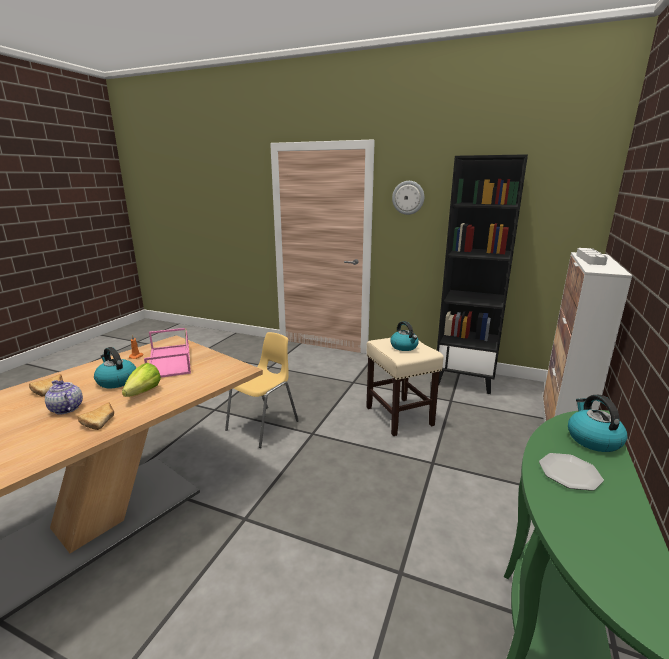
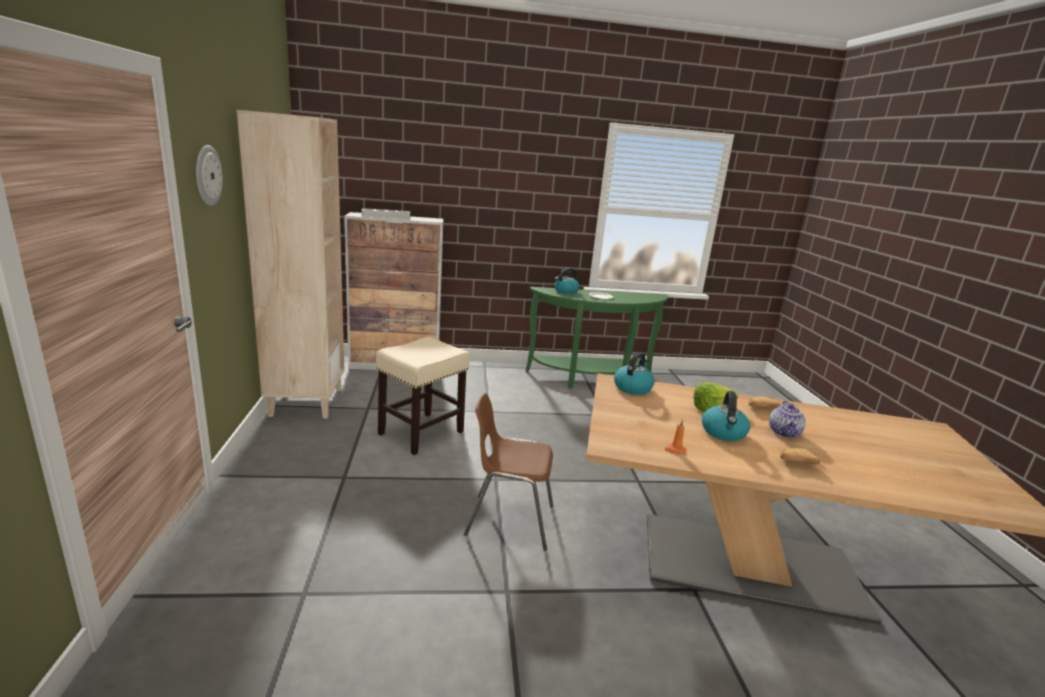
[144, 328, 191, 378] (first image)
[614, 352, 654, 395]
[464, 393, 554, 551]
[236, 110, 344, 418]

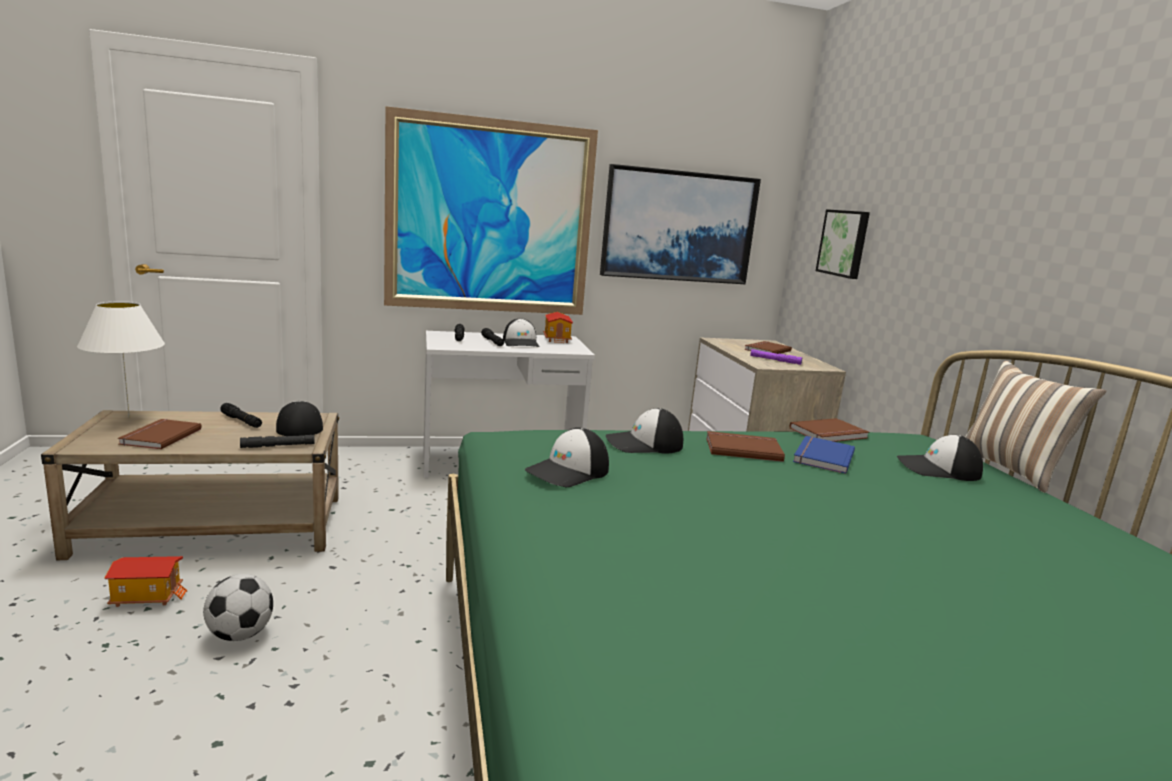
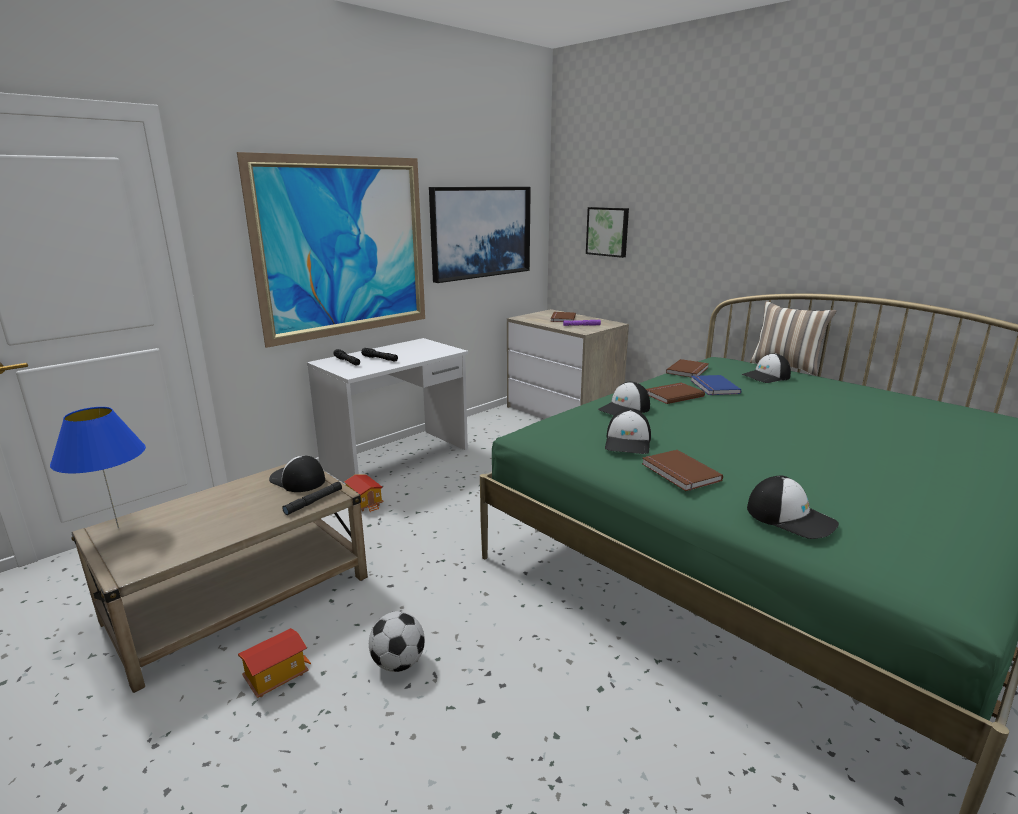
[220, 403, 262, 428] (first image)
[642, 450, 723, 491]
[747, 476, 839, 539]
[344, 475, 384, 512]
[50, 407, 146, 528]

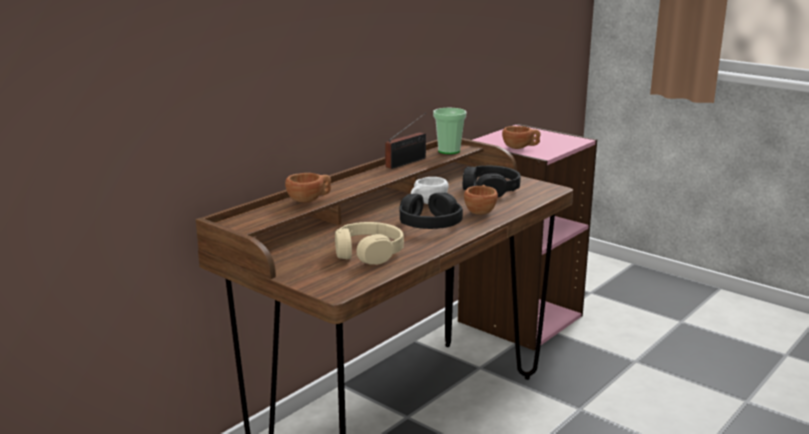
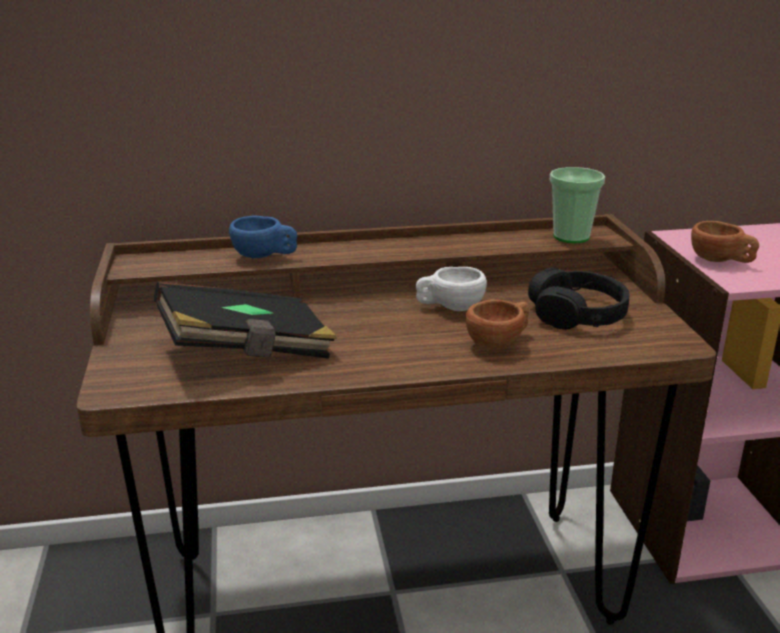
[385, 113, 426, 169] (first image)
[400, 192, 463, 229] (first image)
[154, 281, 337, 359]
[229, 216, 297, 258]

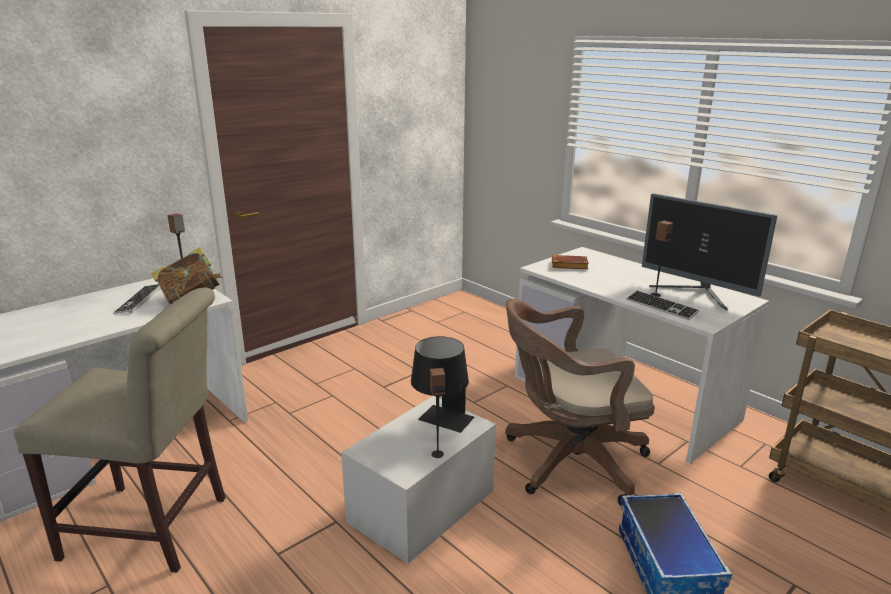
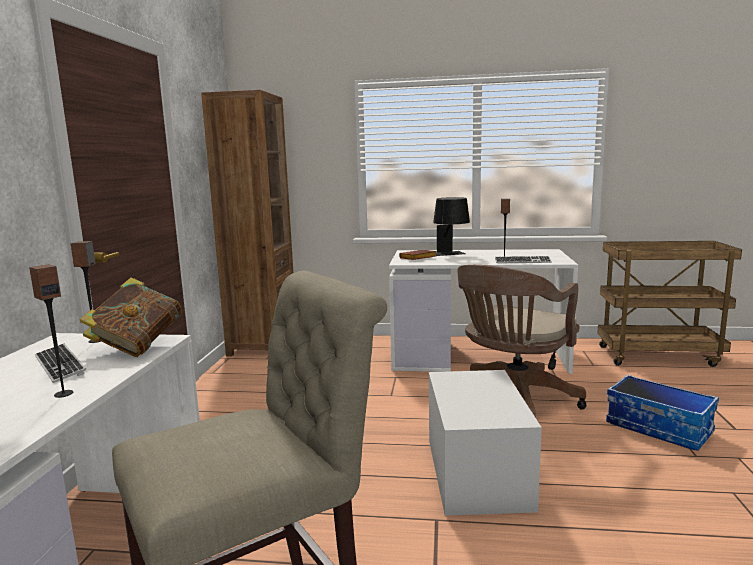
[642, 193, 777, 311] (first image)
[201, 90, 293, 357]
[433, 197, 470, 256]
[29, 264, 73, 398]

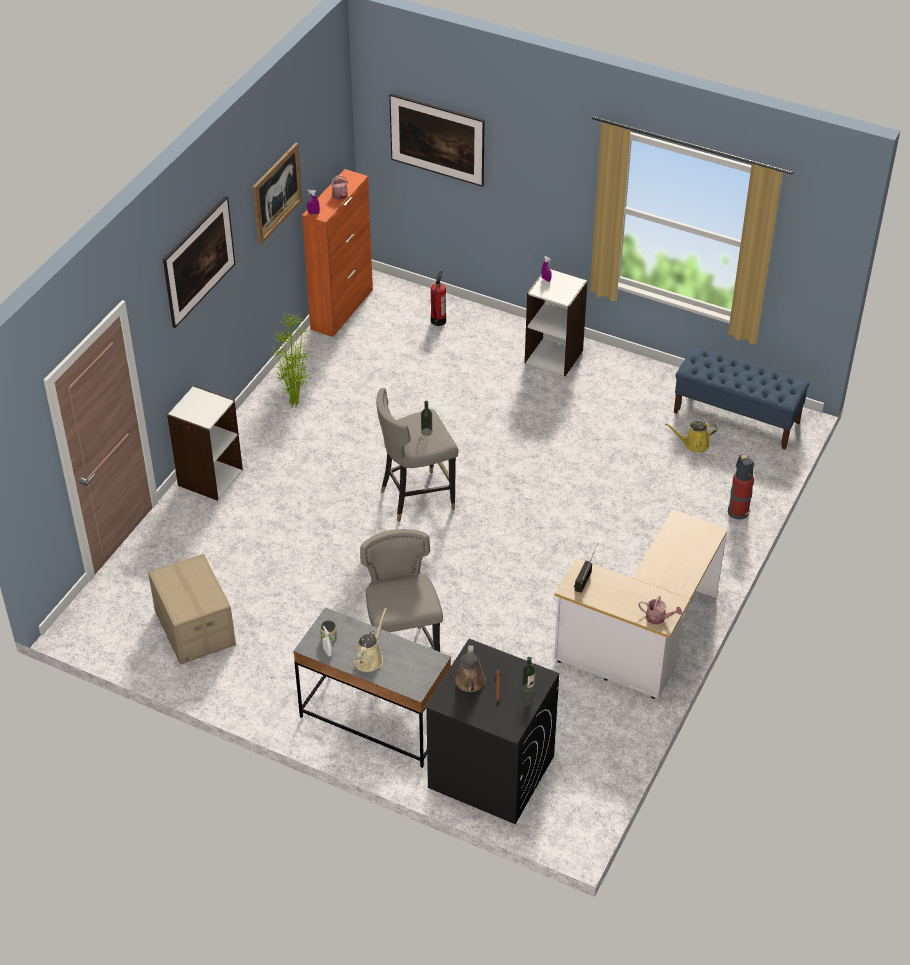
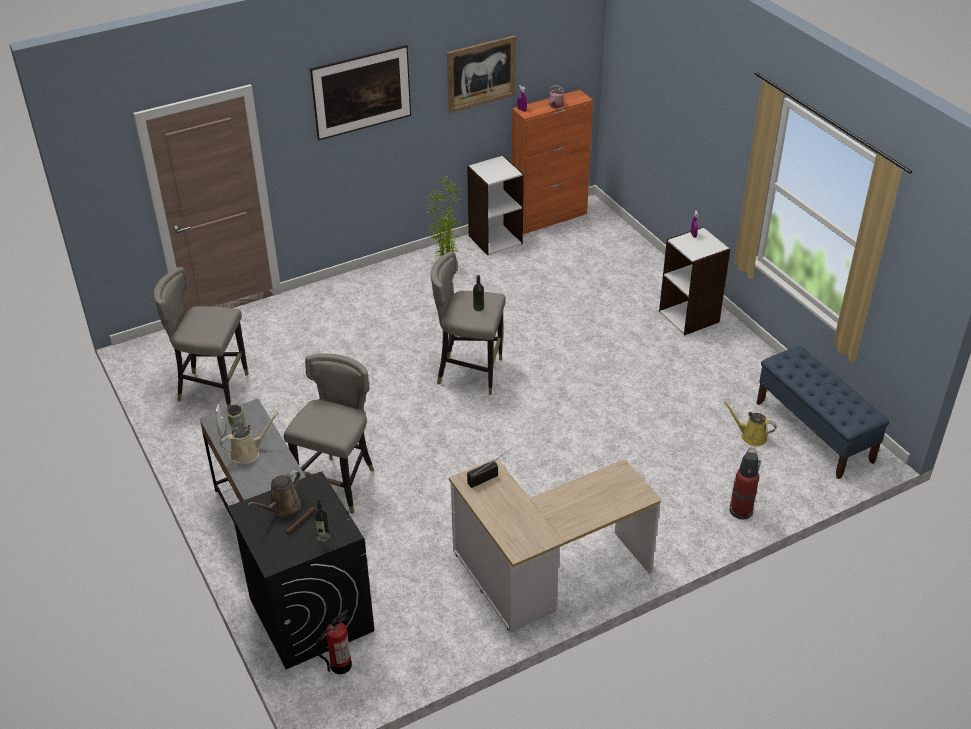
[389, 93, 485, 187] (first image)
[638, 596, 682, 625] (first image)
[467, 155, 524, 255]
[315, 609, 352, 674]
[154, 267, 248, 408]

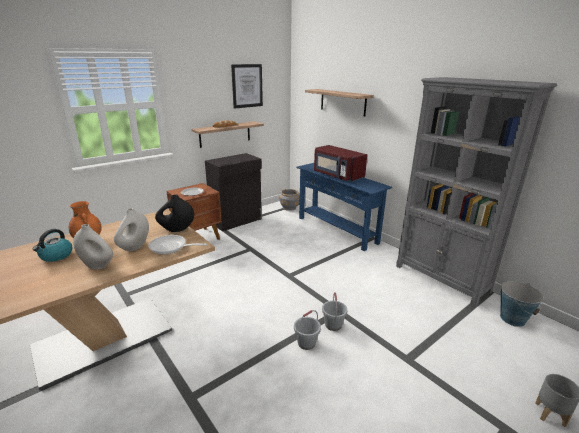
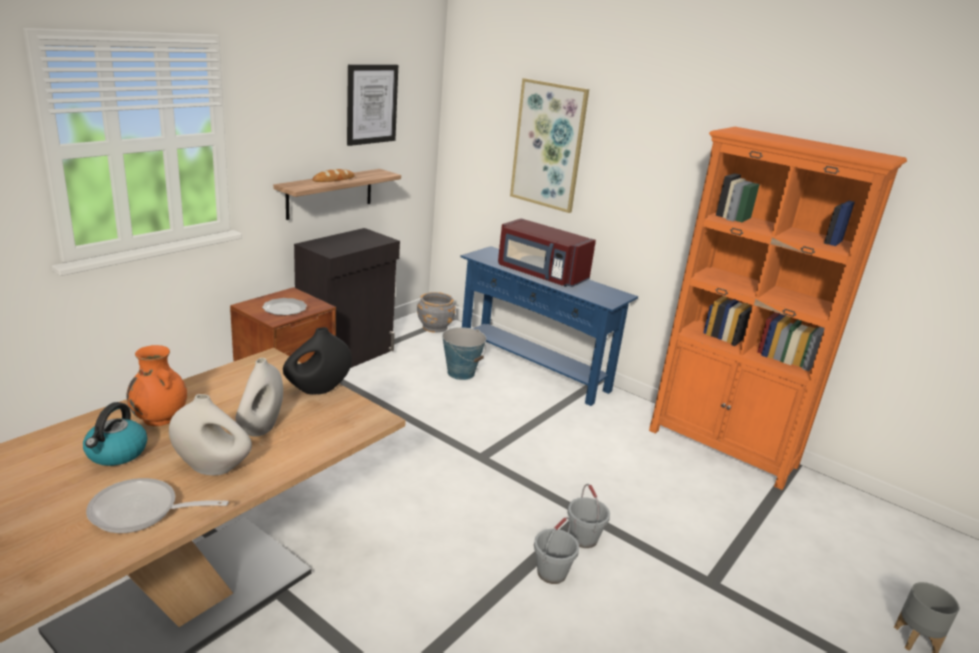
[86, 478, 229, 533]
[442, 327, 486, 380]
[510, 78, 589, 213]
[649, 127, 907, 490]

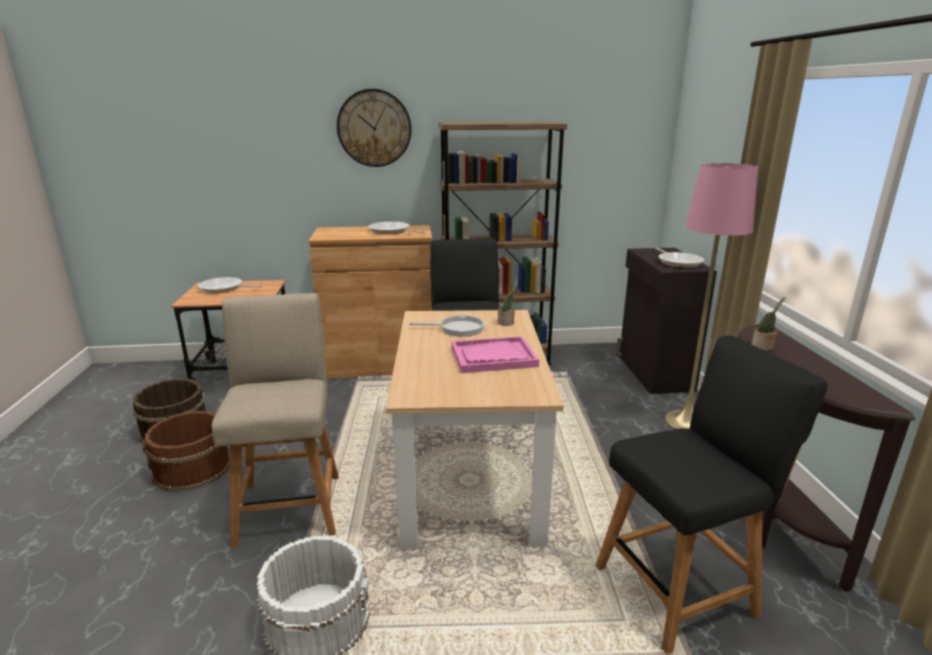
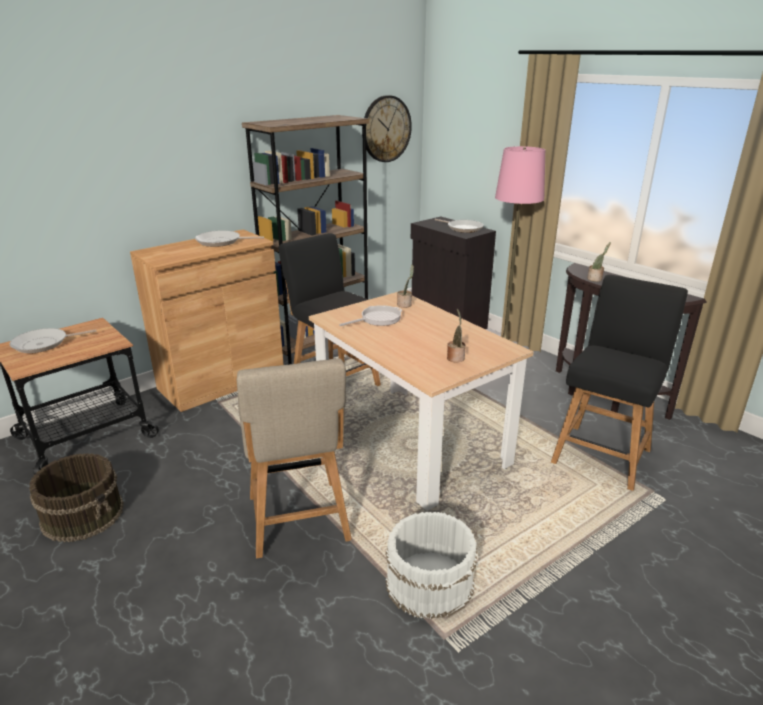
[142, 411, 230, 492] (first image)
[451, 336, 539, 373] (first image)
[447, 309, 466, 362]
[362, 95, 412, 162]
[237, 358, 352, 558]

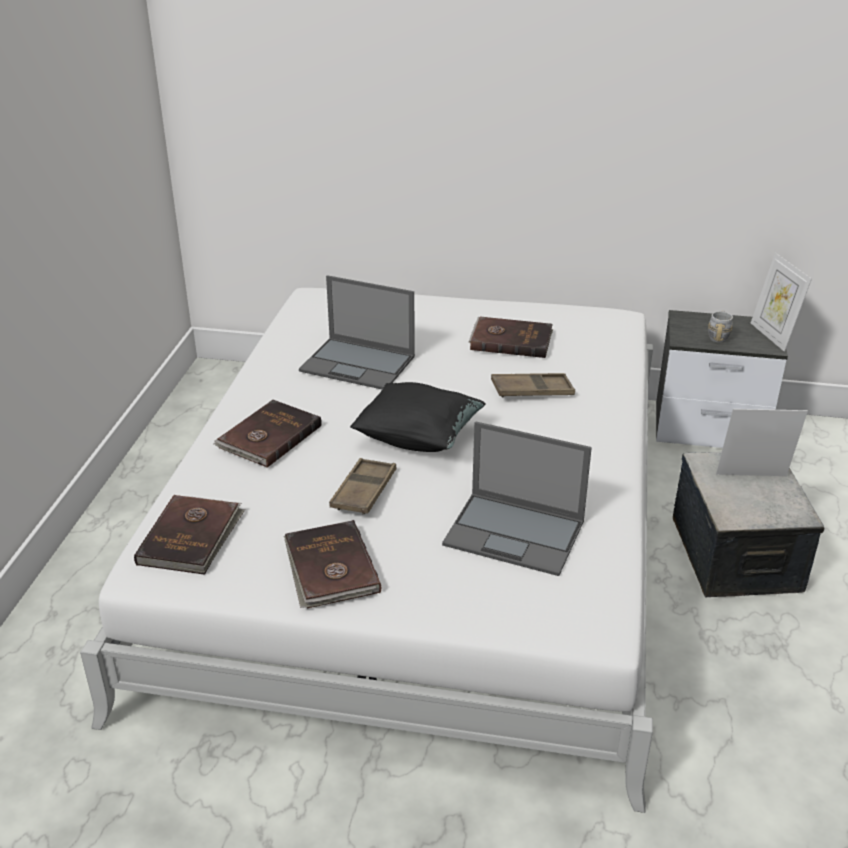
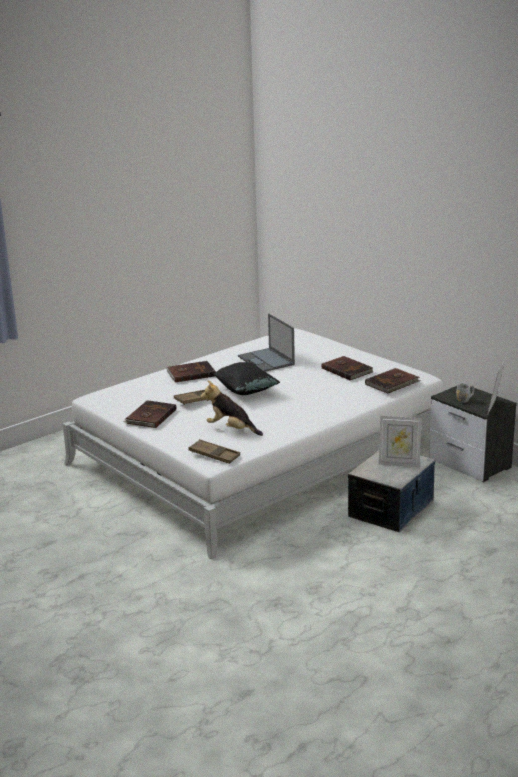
[365, 368, 420, 394]
[189, 439, 240, 464]
[200, 381, 263, 436]
[379, 416, 422, 467]

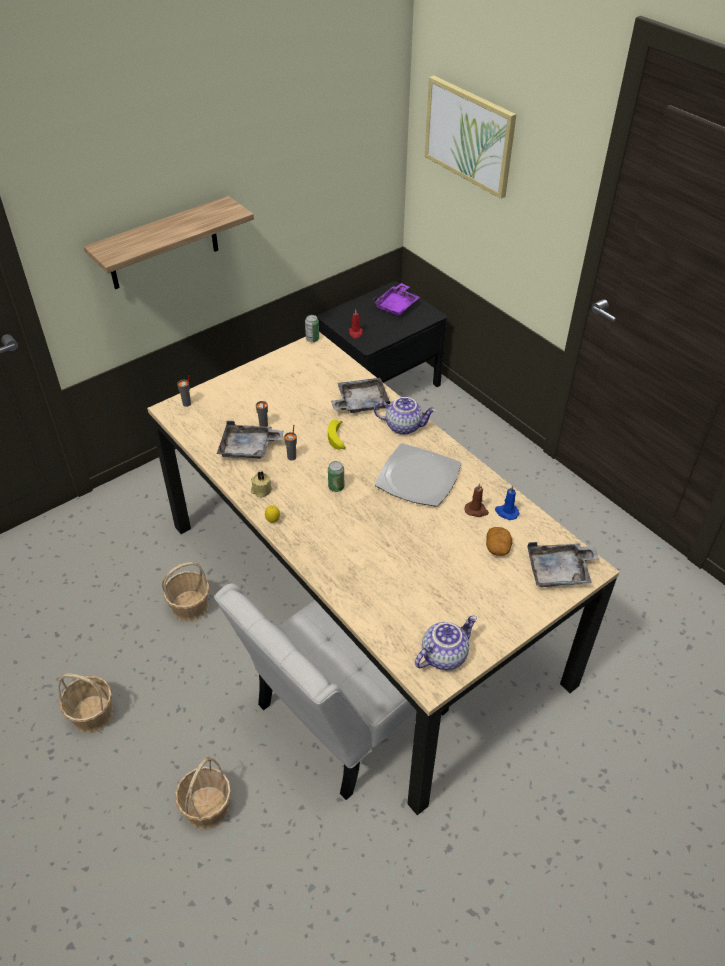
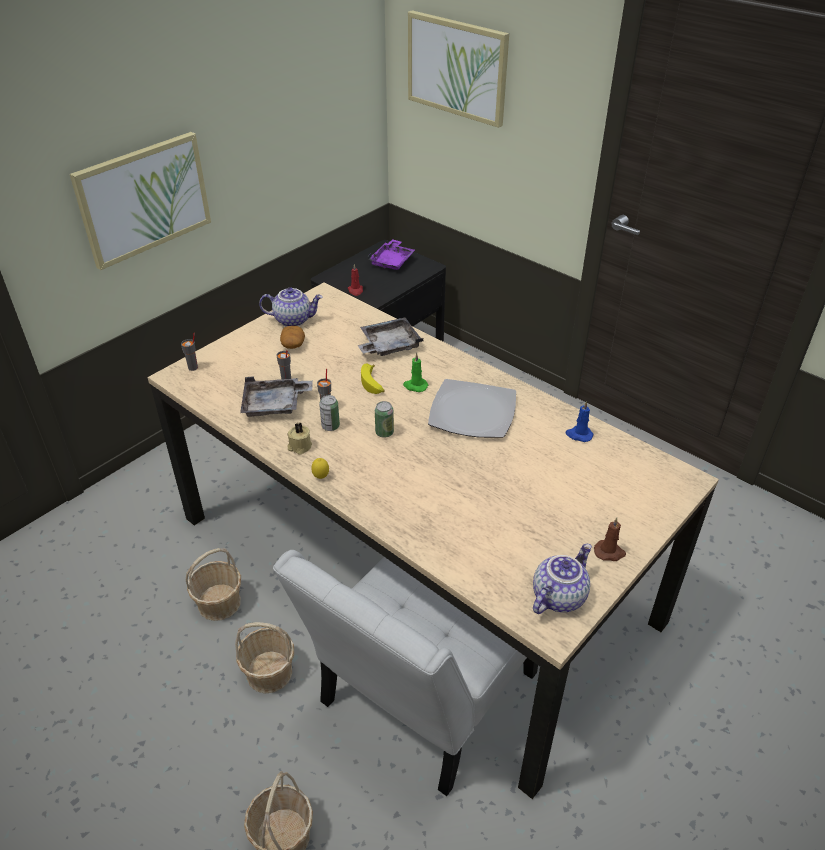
[527, 542, 599, 587] (first image)
[403, 353, 428, 392]
[235, 622, 294, 693]
[319, 395, 340, 431]
[259, 287, 323, 327]
[594, 517, 626, 561]
[280, 326, 305, 349]
[70, 132, 211, 270]

